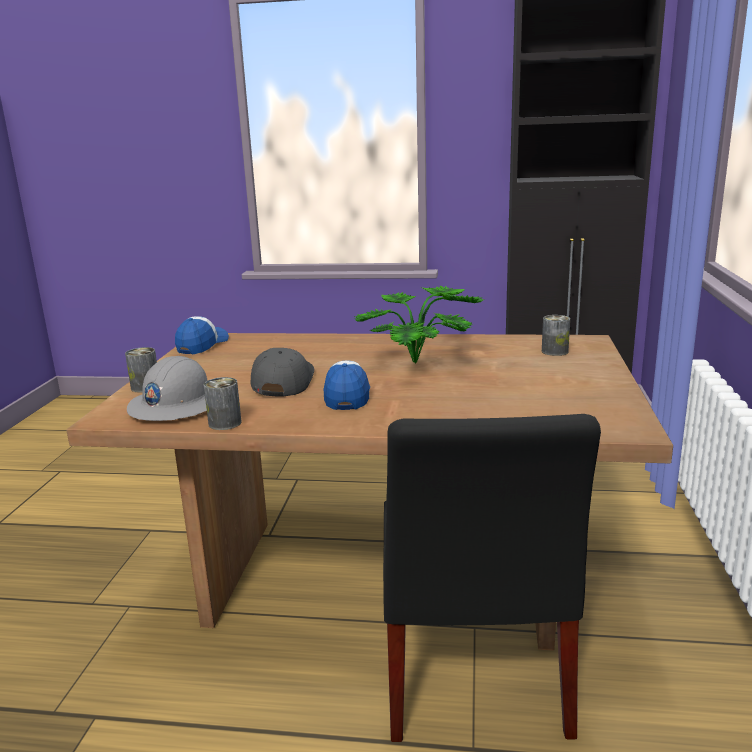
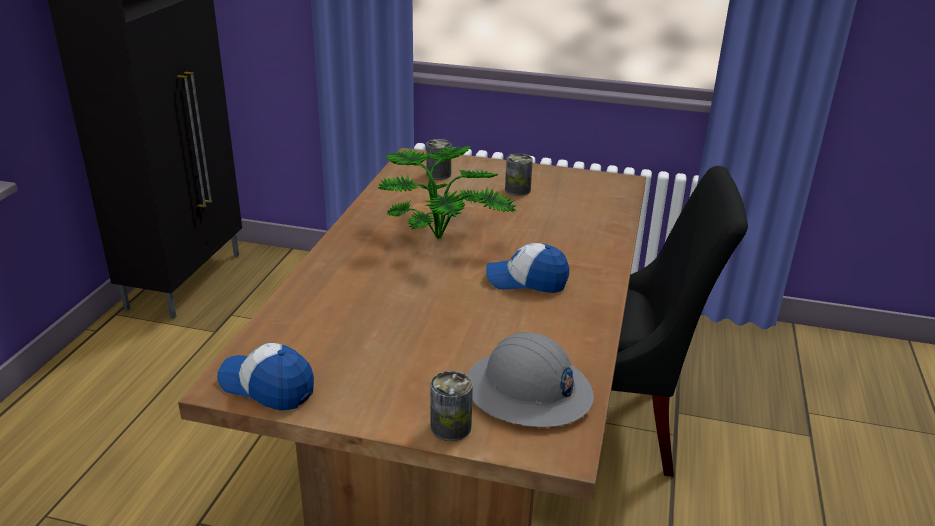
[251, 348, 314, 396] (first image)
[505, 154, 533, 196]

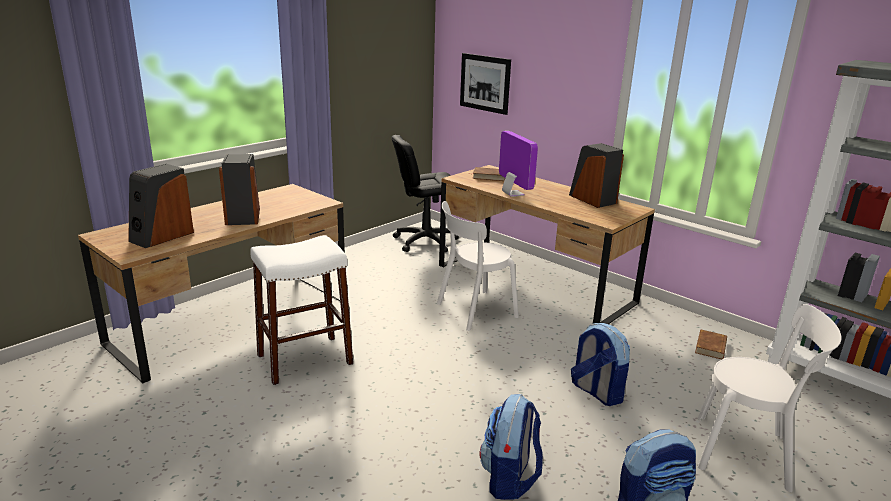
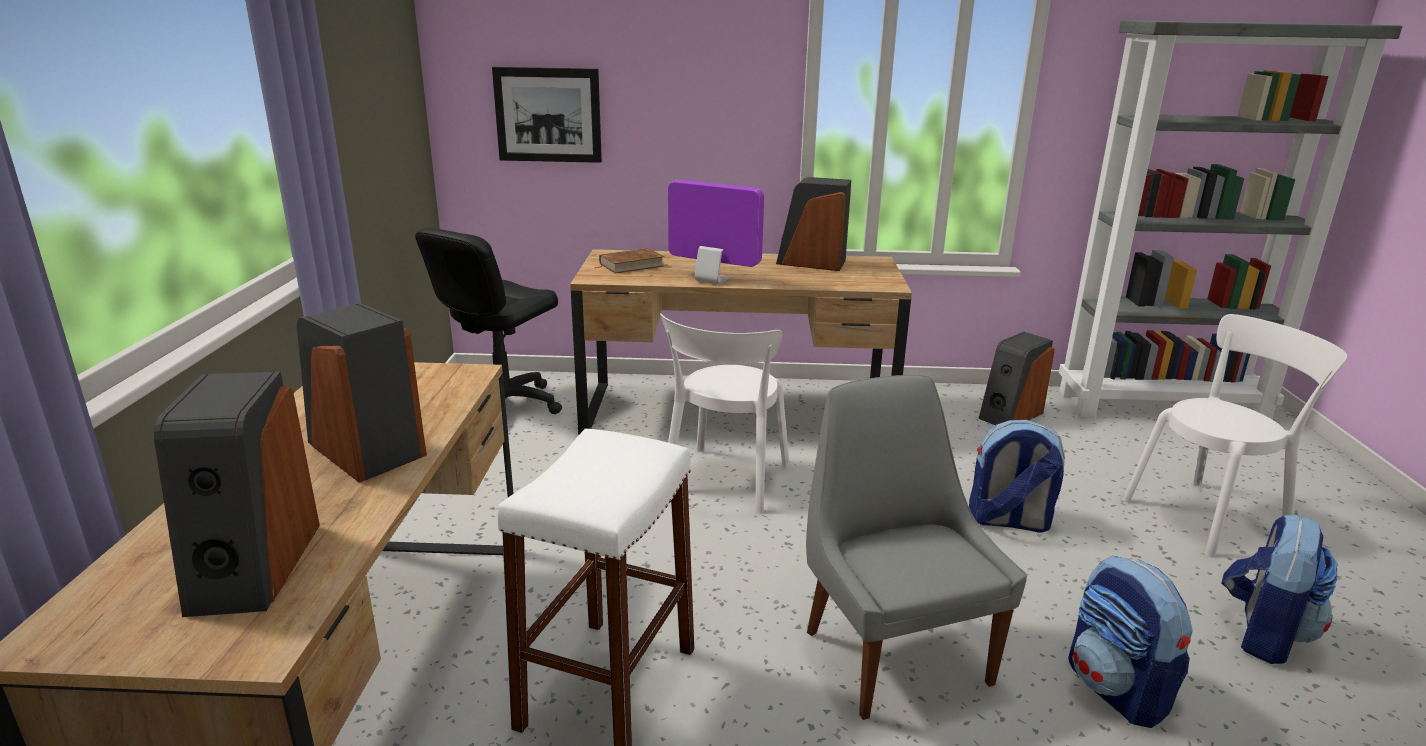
[806, 375, 1027, 720]
[978, 332, 1055, 425]

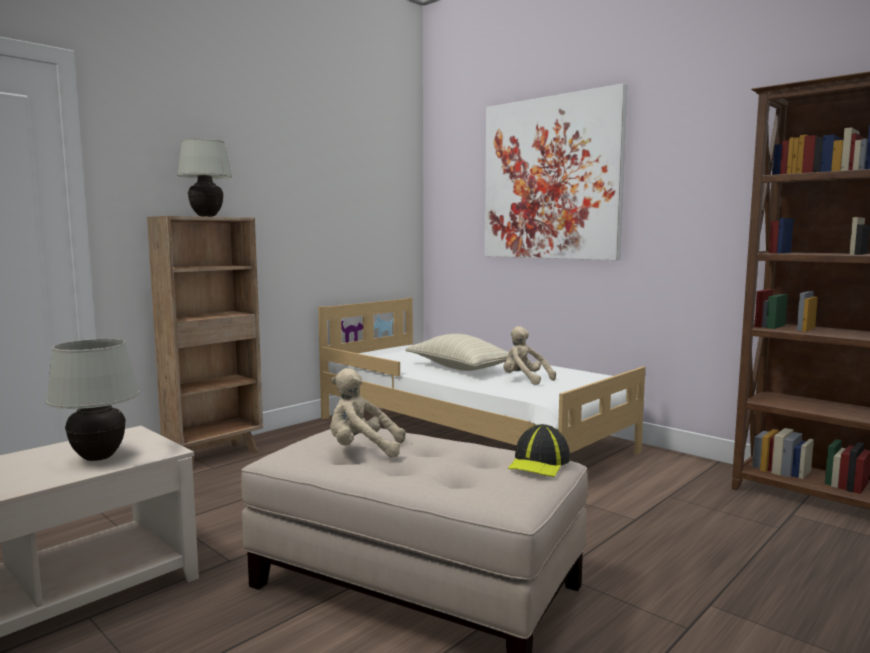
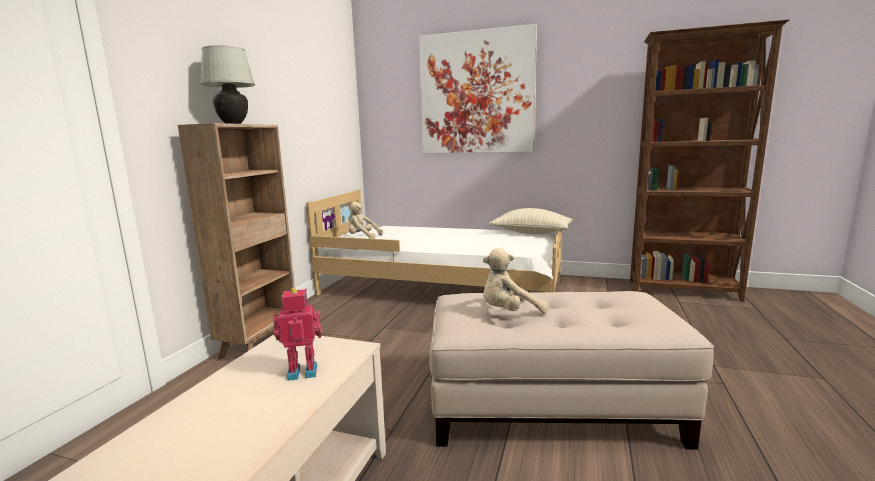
[508, 424, 570, 477] (first image)
[488, 208, 574, 234]
[349, 202, 383, 239]
[273, 288, 322, 381]

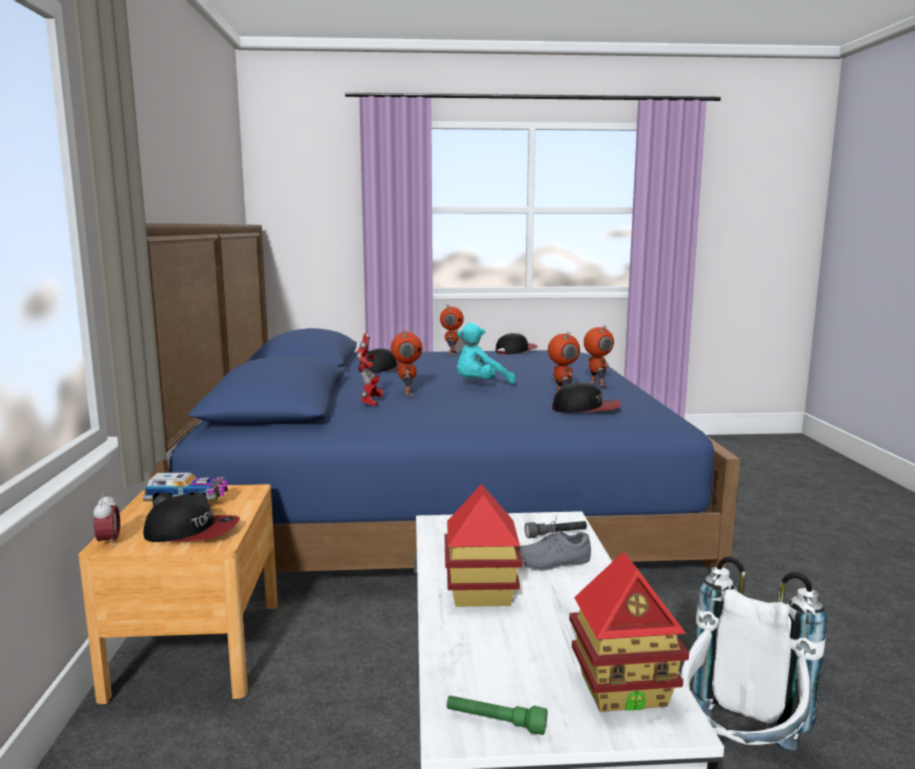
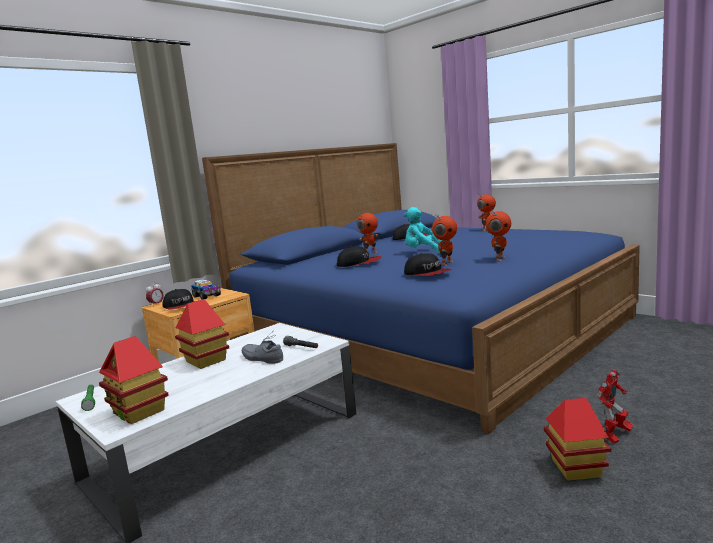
[680, 557, 827, 751] (first image)
[544, 398, 611, 481]
[597, 369, 633, 444]
[337, 246, 381, 267]

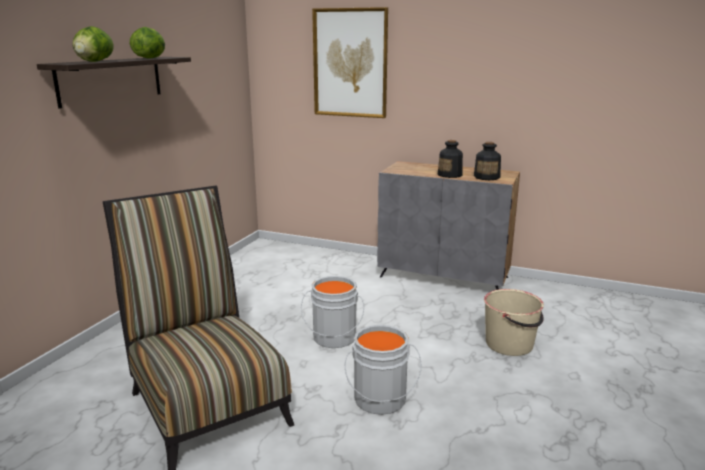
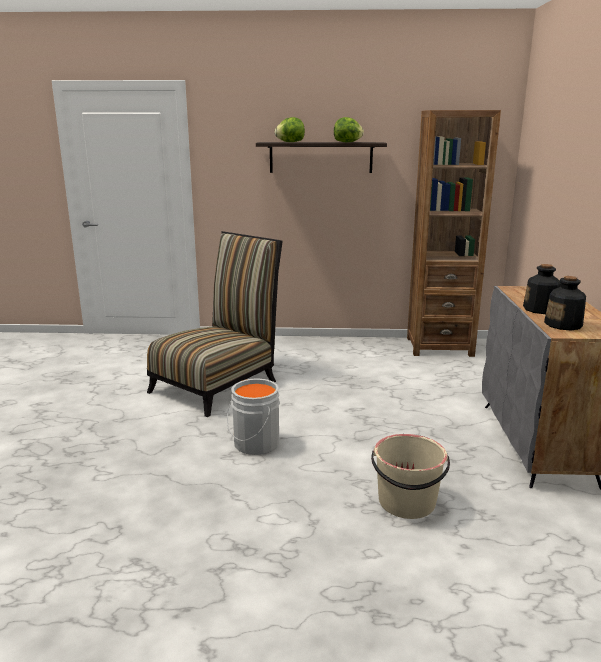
[301, 276, 364, 348] (first image)
[312, 7, 388, 118] (first image)
[407, 110, 501, 357]

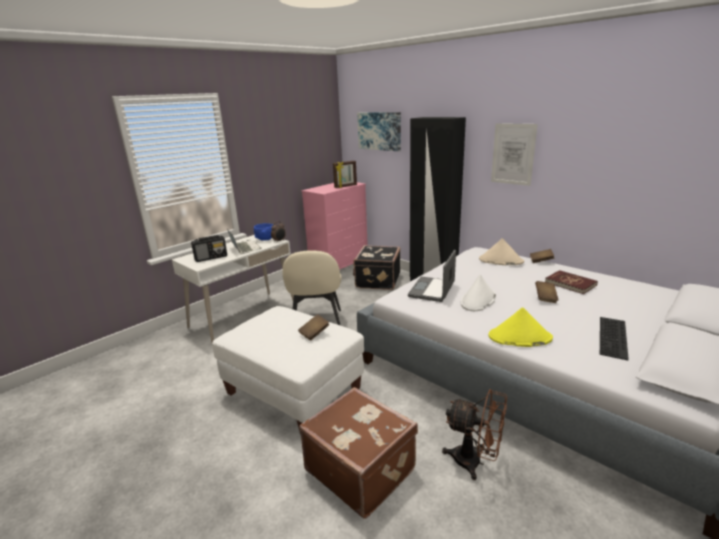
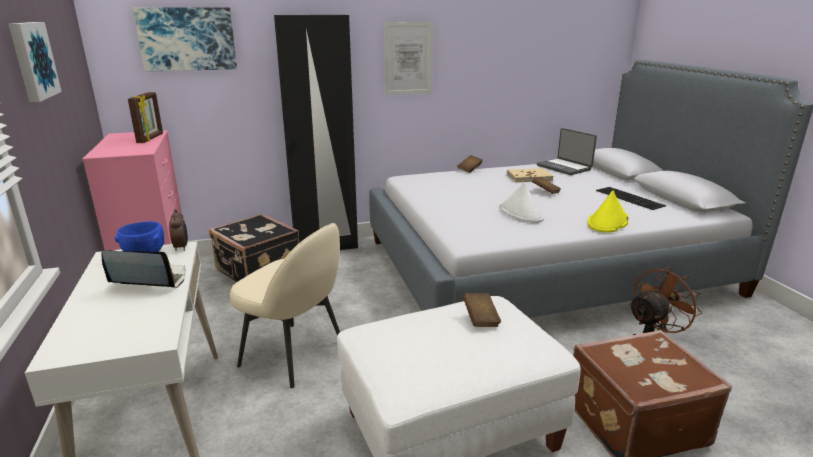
[191, 235, 227, 262] (first image)
[479, 238, 524, 265] (first image)
[9, 22, 62, 102]
[537, 128, 597, 175]
[507, 168, 554, 183]

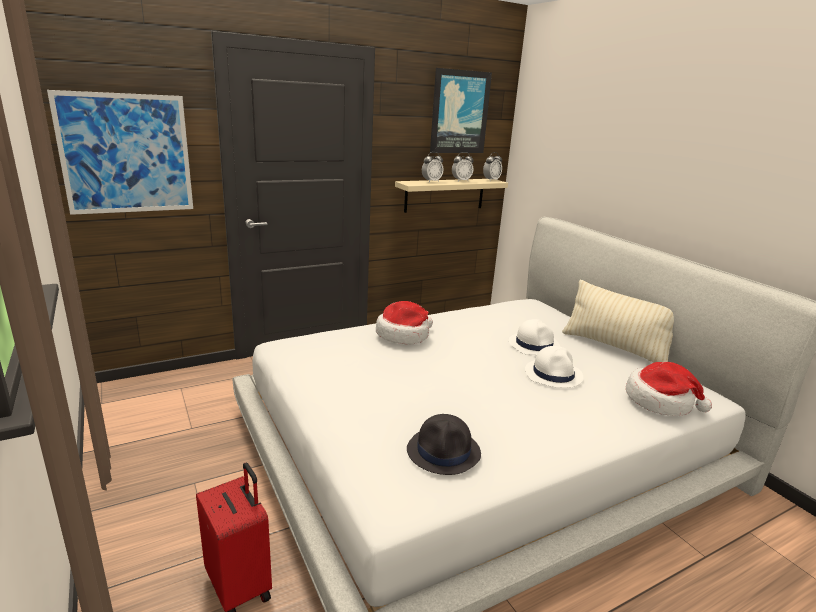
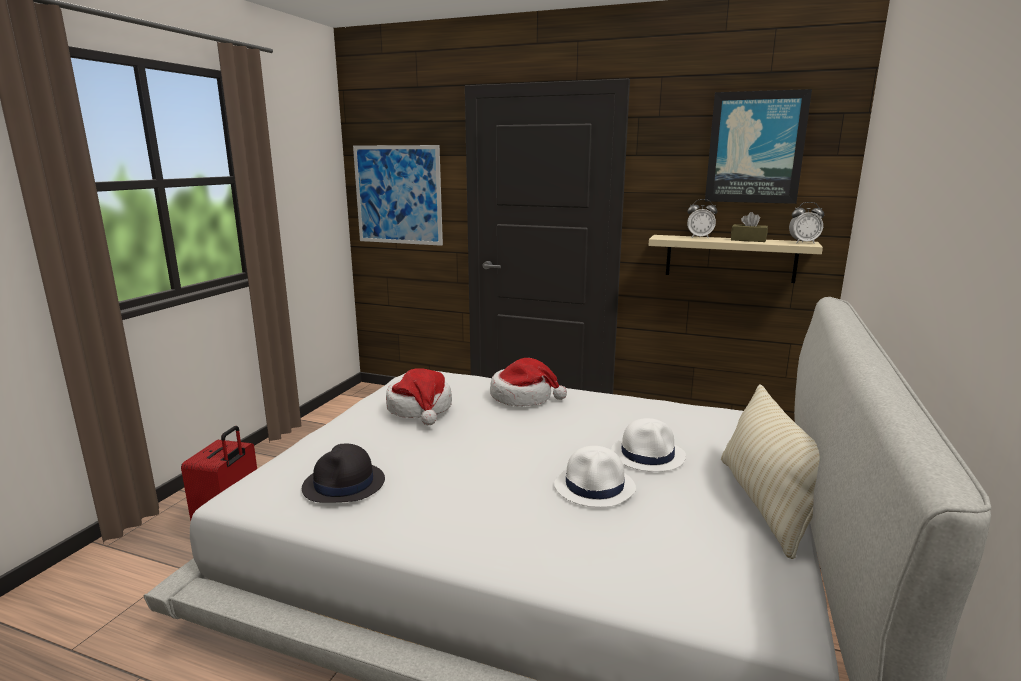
[386, 368, 452, 425]
[731, 212, 768, 242]

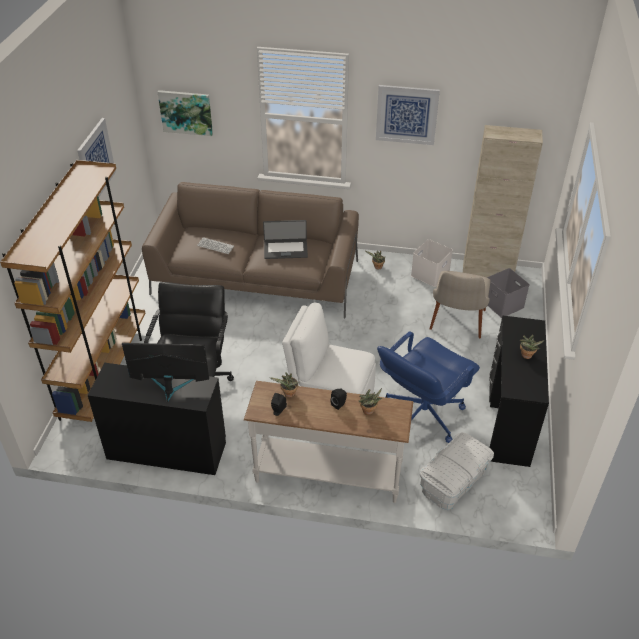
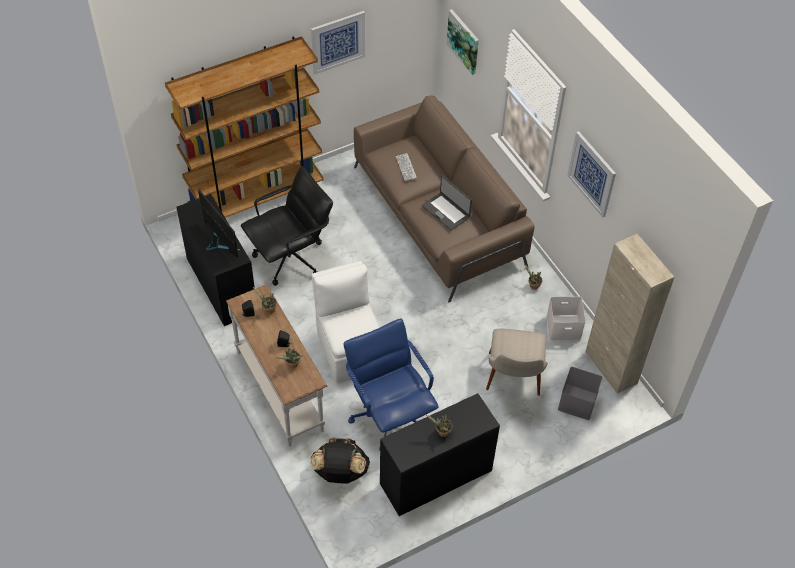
[310, 438, 370, 484]
[344, 318, 439, 450]
[486, 329, 548, 396]

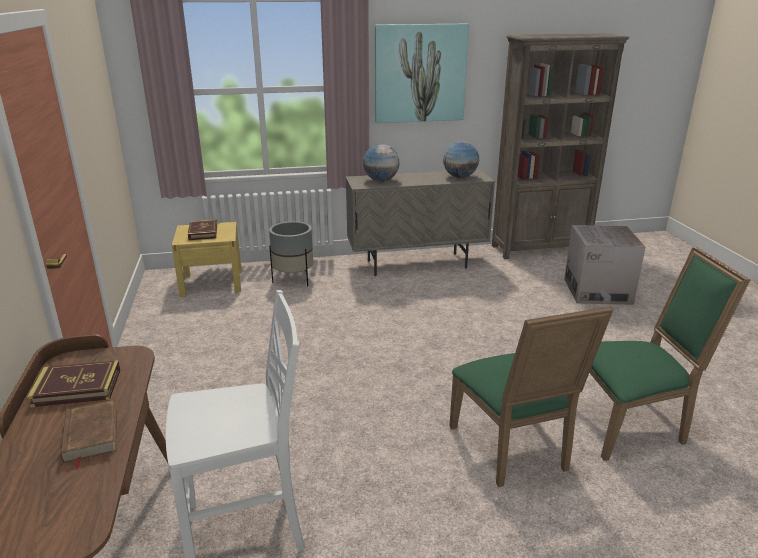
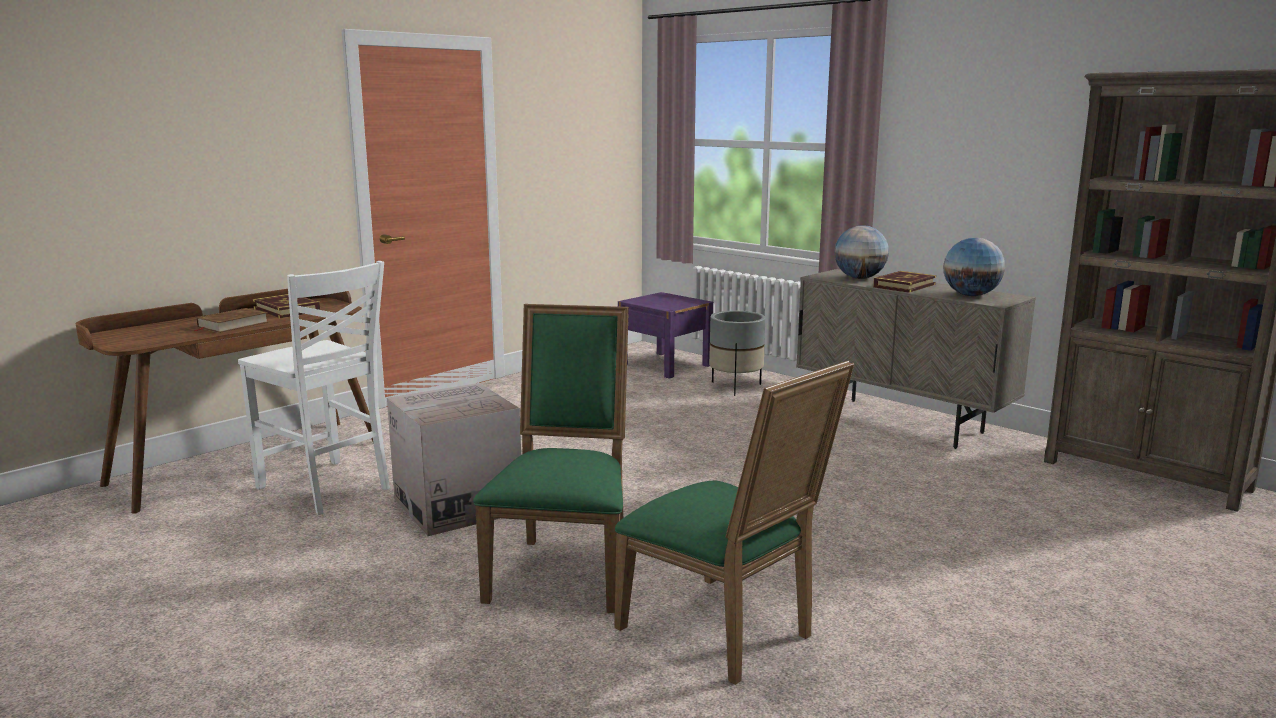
[375, 24, 469, 123] (first image)
[873, 271, 936, 293]
[387, 383, 521, 536]
[618, 292, 713, 379]
[473, 304, 629, 613]

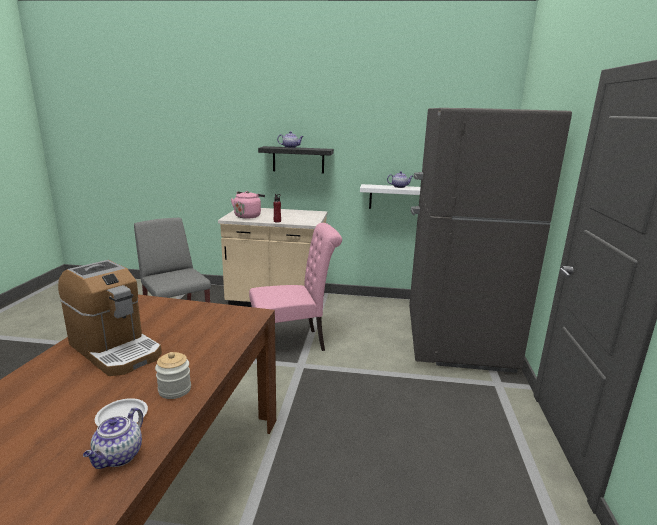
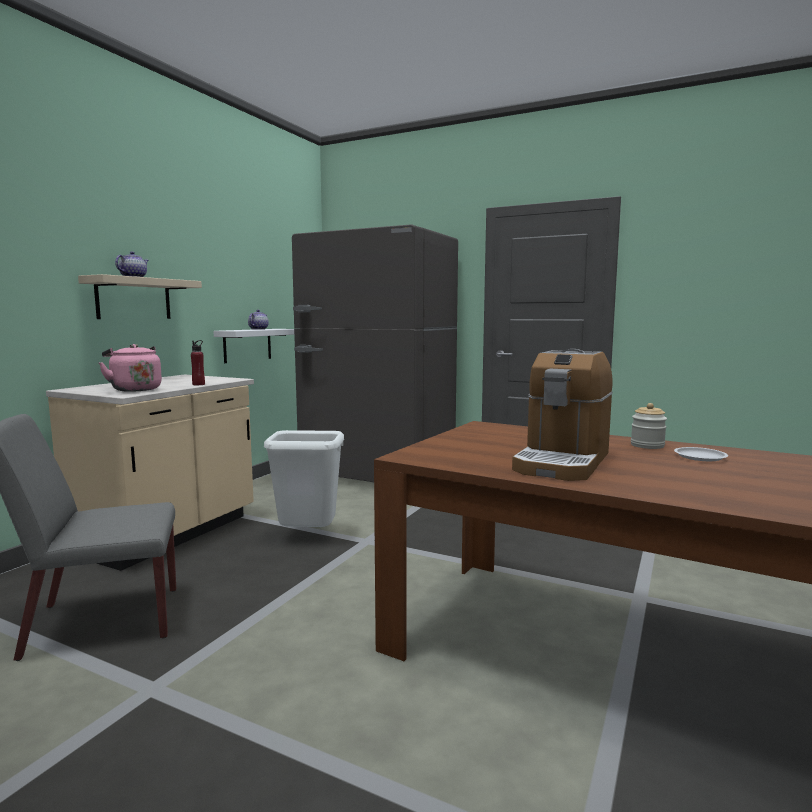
[83, 408, 143, 469] (first image)
[264, 430, 344, 527]
[78, 274, 202, 319]
[512, 349, 613, 481]

